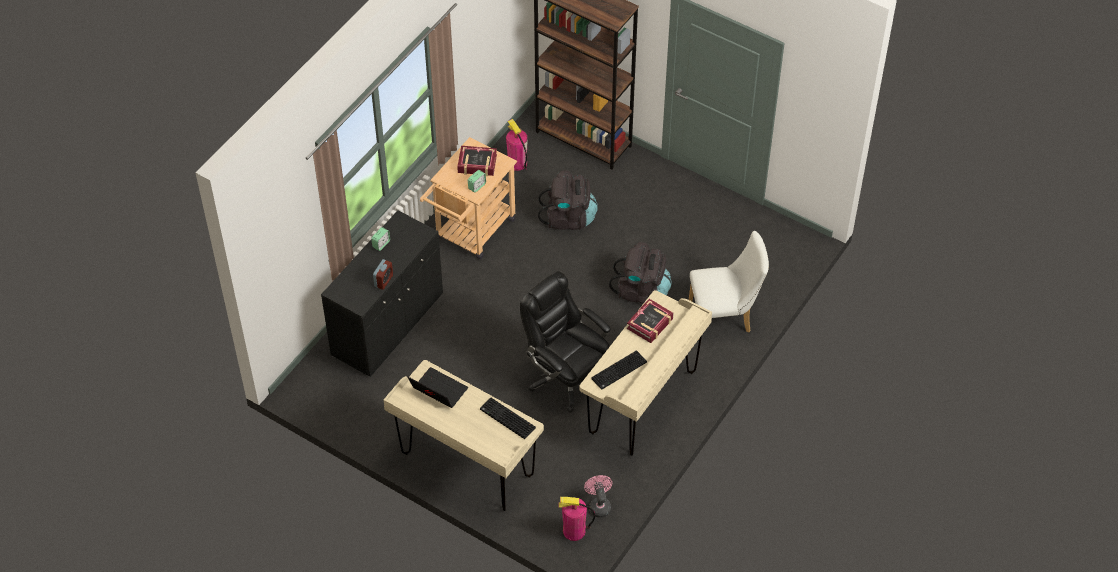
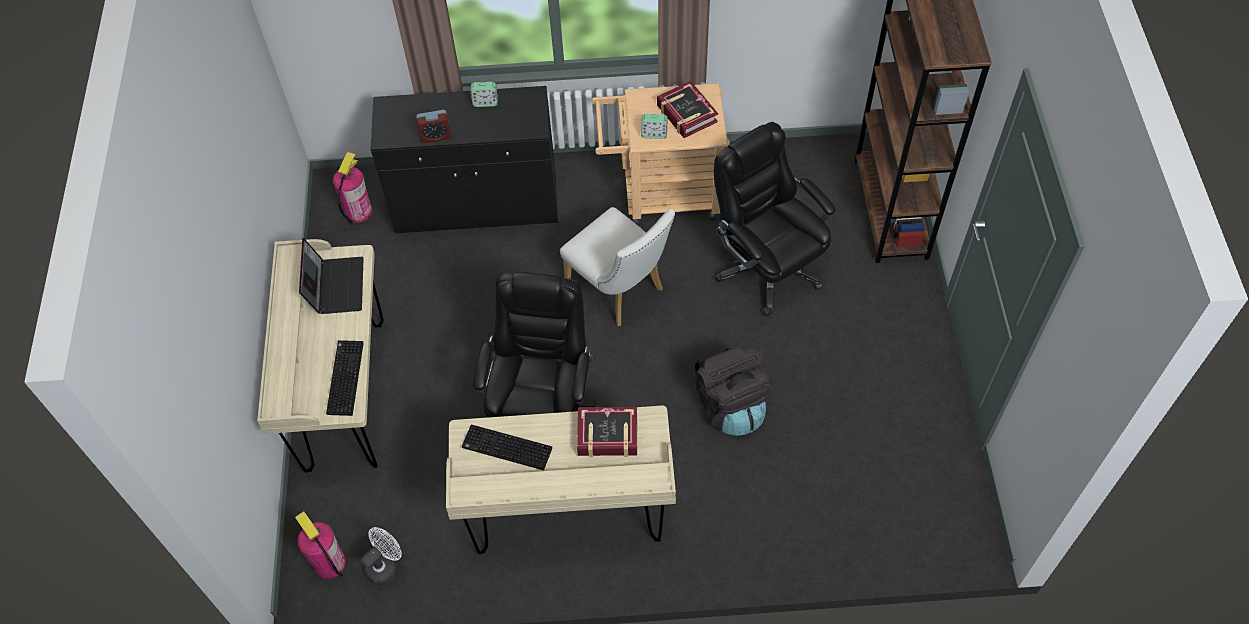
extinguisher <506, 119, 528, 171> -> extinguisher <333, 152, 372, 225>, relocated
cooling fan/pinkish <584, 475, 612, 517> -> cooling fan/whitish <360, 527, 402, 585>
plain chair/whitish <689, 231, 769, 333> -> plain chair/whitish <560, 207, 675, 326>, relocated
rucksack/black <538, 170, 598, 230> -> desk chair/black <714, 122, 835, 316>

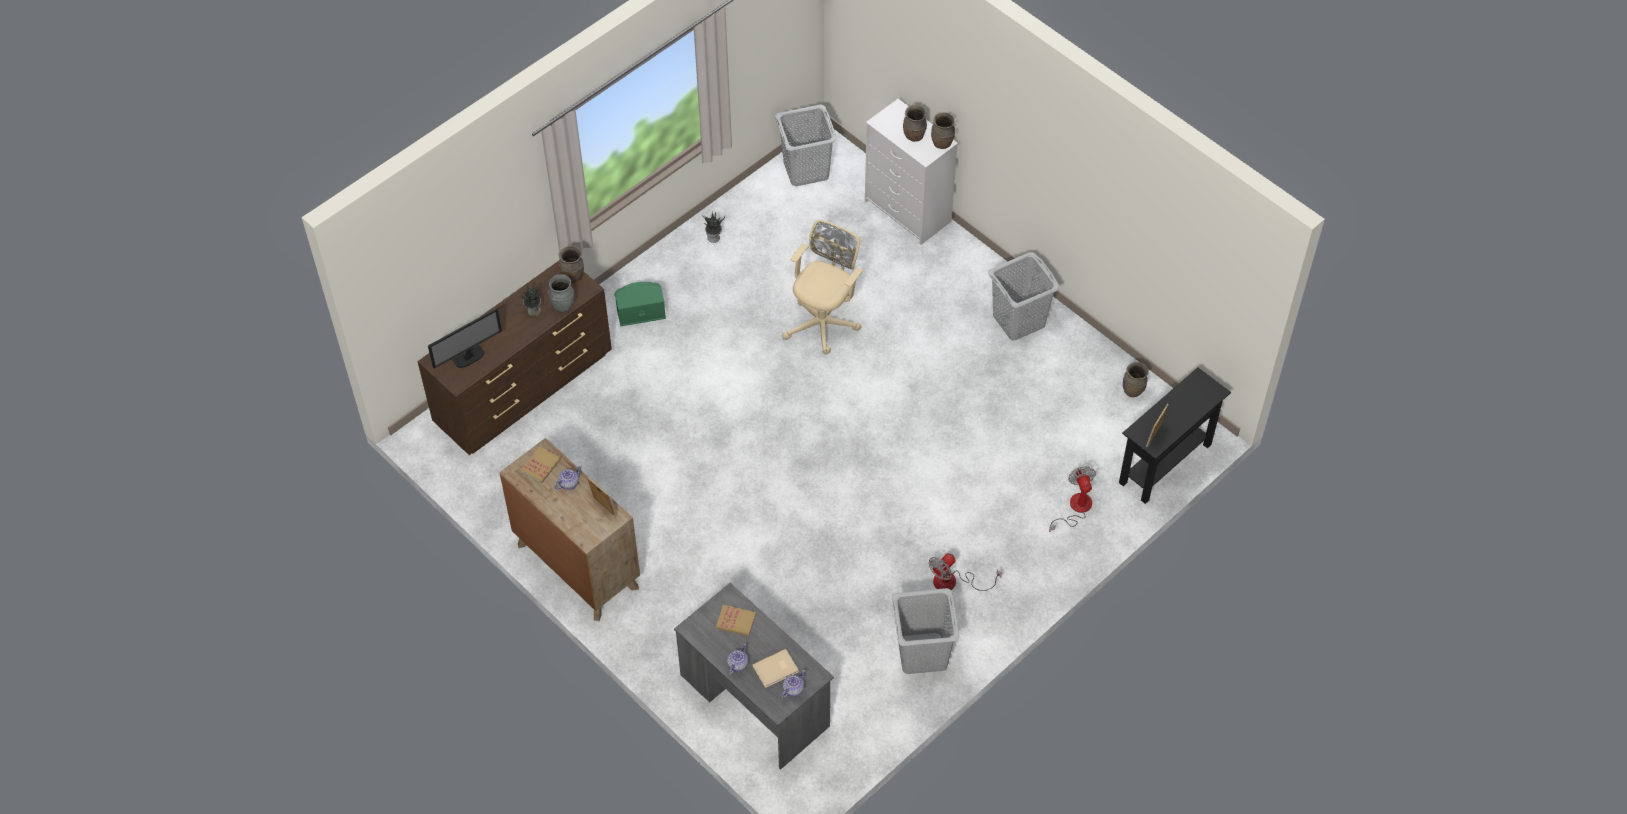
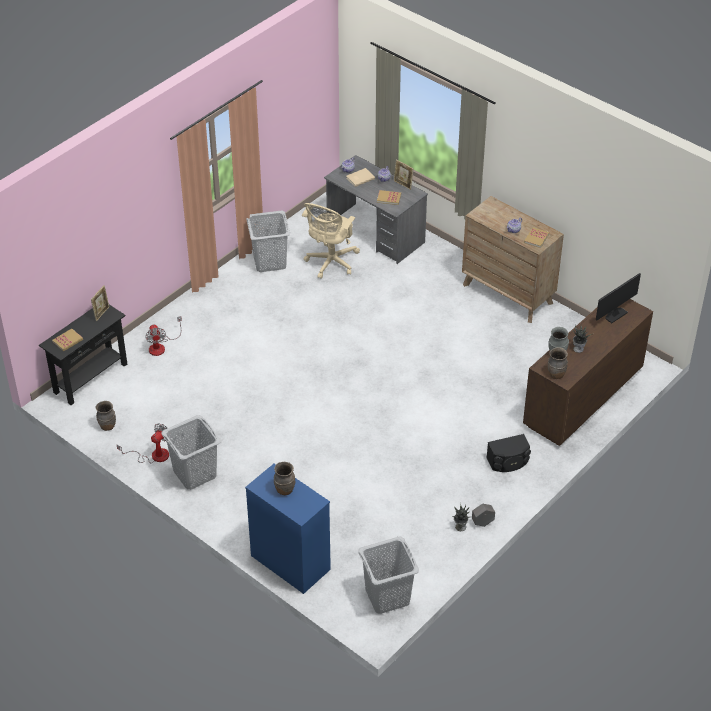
none -> volume <52, 329, 83, 351>
cooling fan <929, 553, 1002, 591> -> cooling fan <116, 423, 169, 463>, relocated
drawer chest/whitish <865, 99, 958, 245> -> drawer chest/blue <245, 464, 331, 594>
desk chair/beige <782, 219, 863, 354> -> desk chair/beige <302, 203, 360, 279>, relocated
photo frame <587, 476, 617, 517> -> photo frame <394, 159, 414, 190>, relocated
none -> flower pot/gray <472, 504, 495, 527>
audio speaker/greenish <614, 282, 666, 327> -> audio speaker/black <486, 434, 531, 472>
decorative vase/brown-coloured <931, 112, 955, 149> -> none

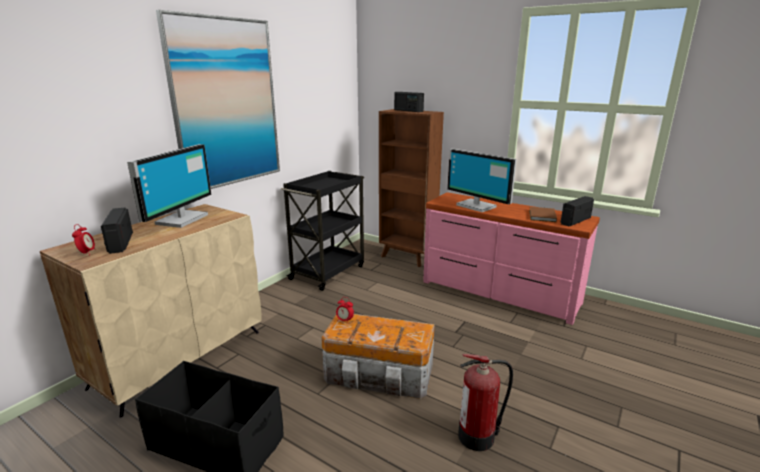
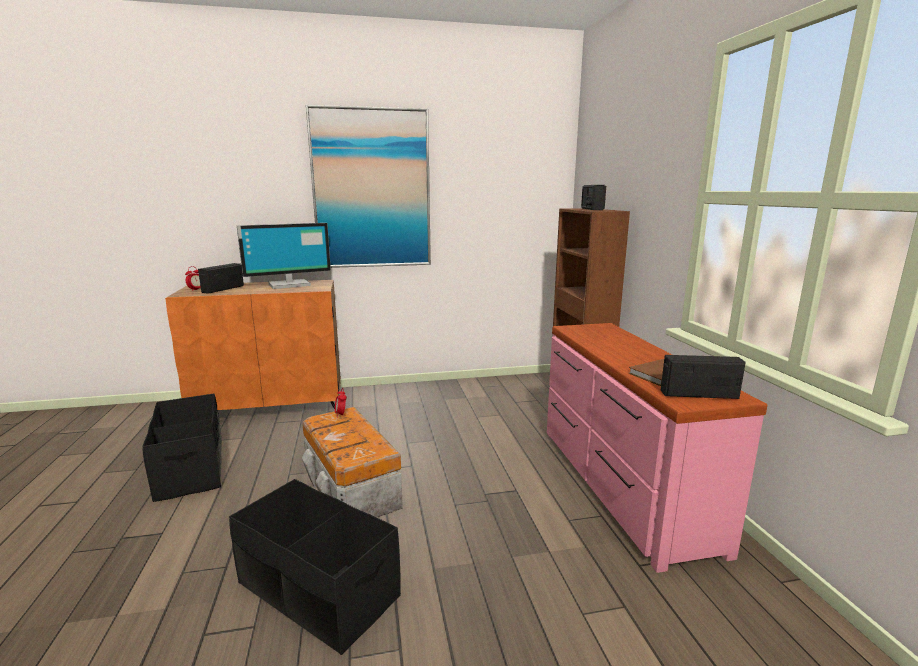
storage cabinet/beige <40, 204, 262, 418> -> storage cabinet/orange-coloured <165, 280, 341, 410>
extinguisher <458, 354, 513, 451> -> storage box/black <229, 479, 401, 655>
cart/black <281, 171, 364, 291> -> none
computer display <447, 149, 517, 212> -> none

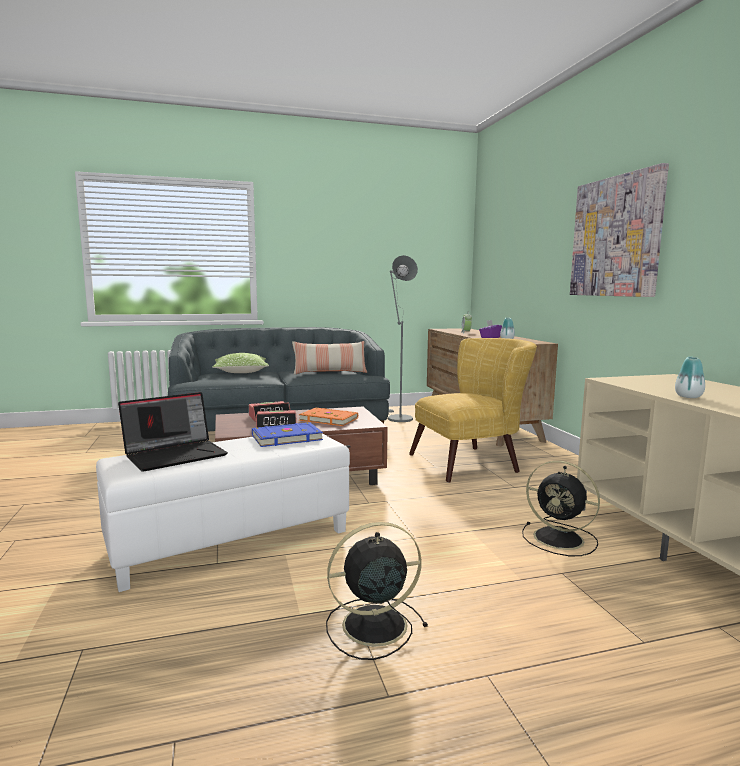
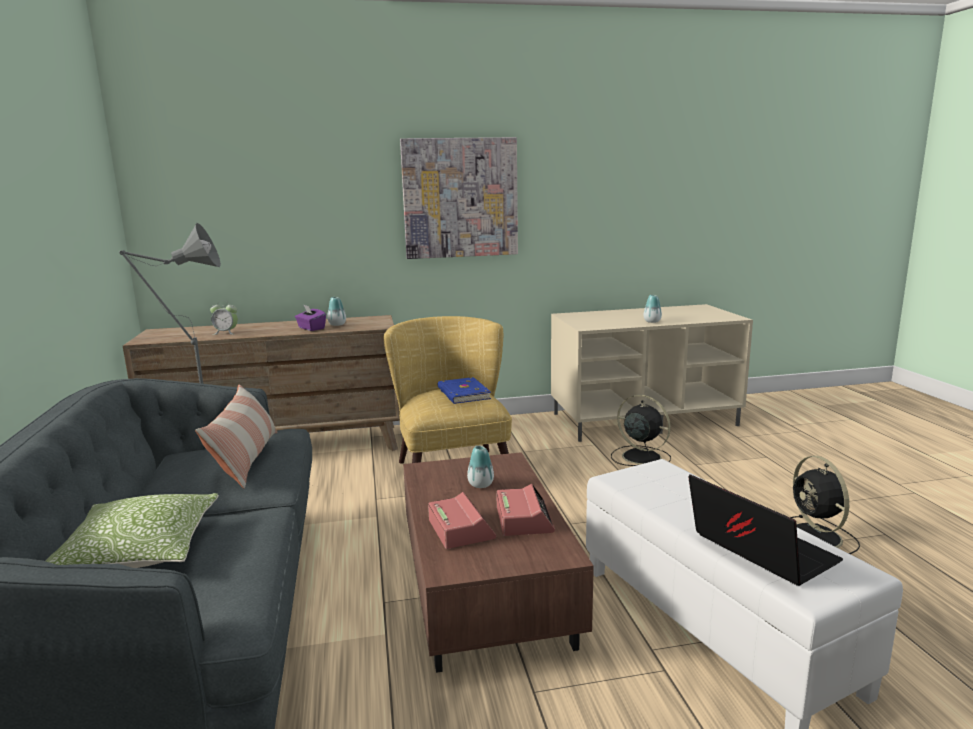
volume/blue <252, 423, 323, 447> -> volume/blue <438, 377, 491, 404>, relocated
volume/orange-coloured <299, 408, 358, 426> -> decorative vase <467, 446, 494, 488>
cooling fan/black <522, 461, 600, 556> -> cooling fan/black <611, 395, 671, 466>, 90 degrees counterclockwise

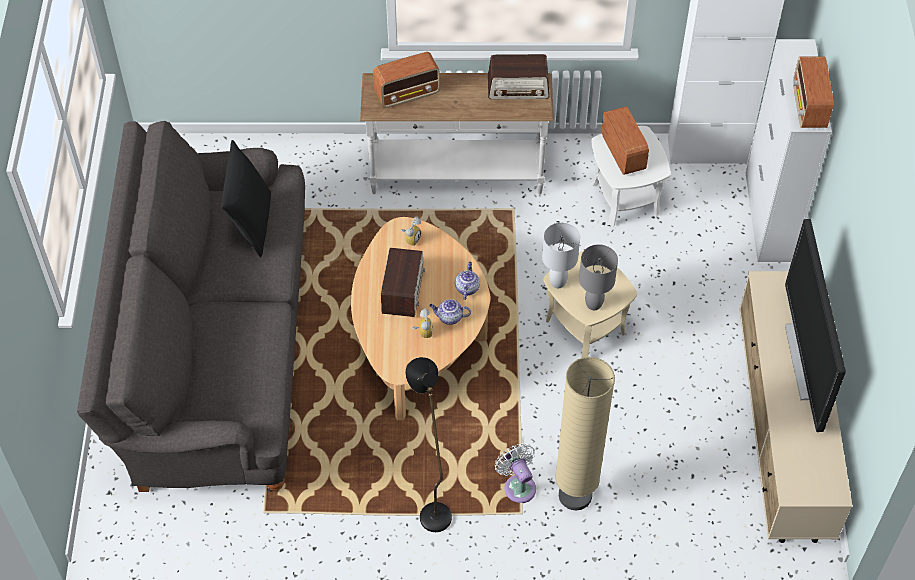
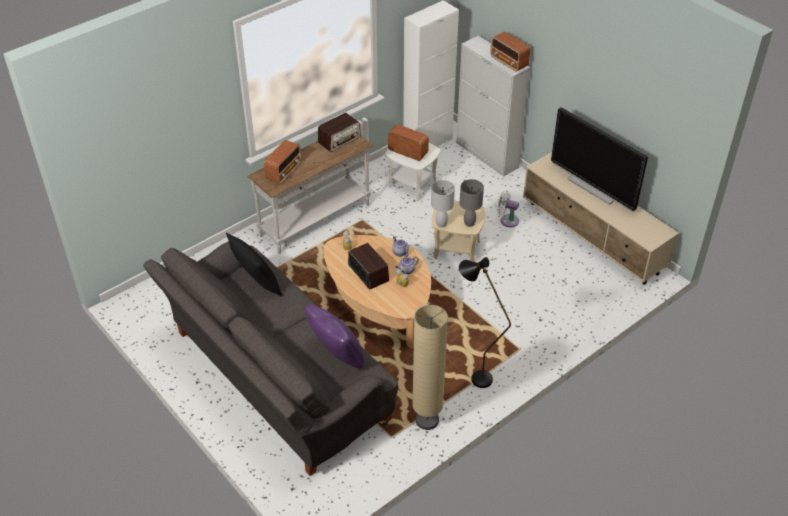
none -> pillow/purplish <305, 304, 365, 368>
floor lamp/beige <555, 357, 615, 510> -> floor lamp/beige <412, 305, 448, 430>, relocated
cooling fan/whitish <495, 443, 536, 503> -> cooling fan/whitish <497, 190, 519, 227>, relocated

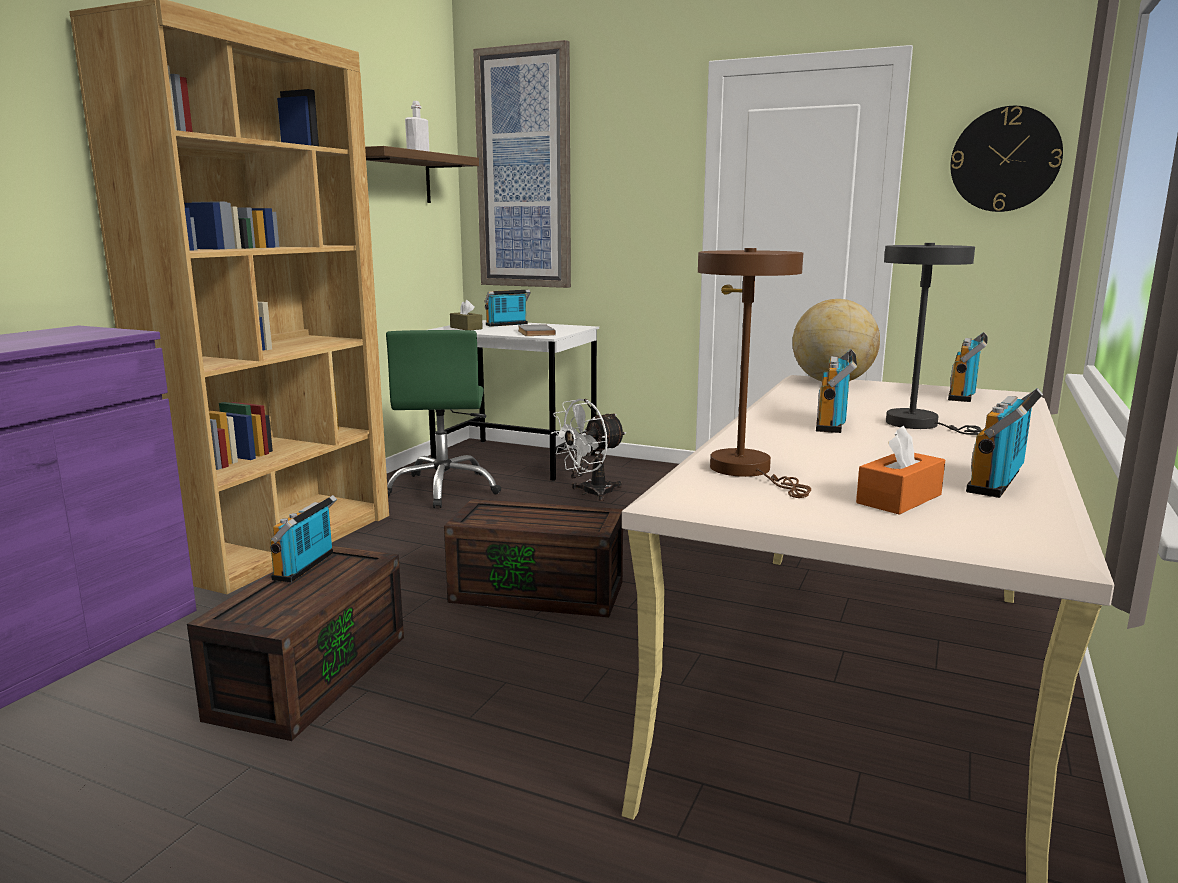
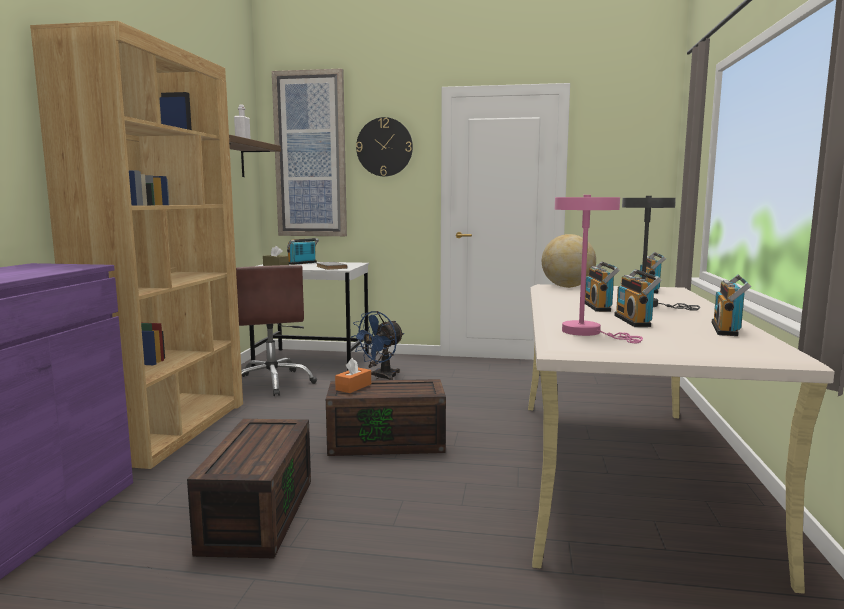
desk chair/greenish <386, 330, 501, 508> -> desk chair/brown-coloured <236, 265, 317, 396>
tissue box/orange-coloured <856, 426, 945, 515> -> tissue box/orange-coloured <335, 358, 371, 393>, relocated
cooling fan/whitish <551, 399, 626, 501> -> cooling fan/blue <351, 311, 404, 380>
clock on the wall <950, 106, 1063, 212> -> clock on the wall <356, 117, 413, 177>, relocated
tabletop lamp/brown-coloured <698, 248, 811, 498> -> tabletop lamp/pinkish <555, 195, 643, 343>
radio receiver <270, 495, 337, 583> -> radio receiver <614, 269, 662, 327>, relocated

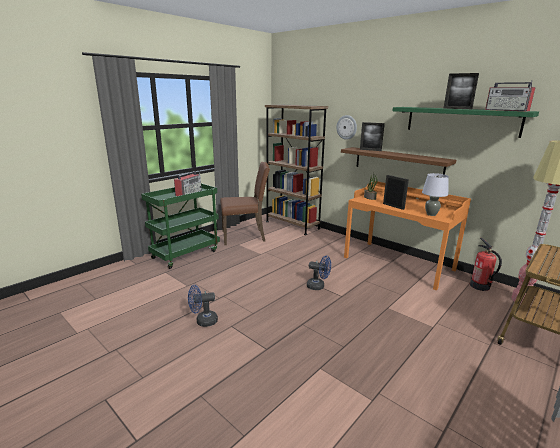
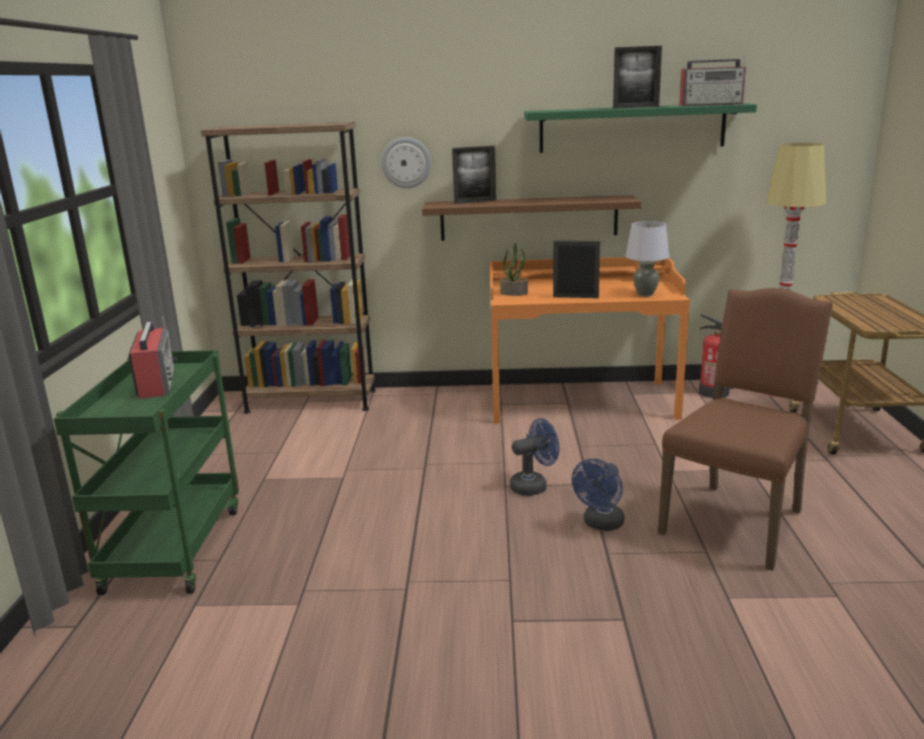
cooling fan/blue <188, 285, 218, 327> -> cooling fan/blue <572, 459, 624, 531>, relocated
plain chair/brown-coloured <220, 162, 270, 245> -> plain chair/brown-coloured <658, 288, 833, 571>, relocated

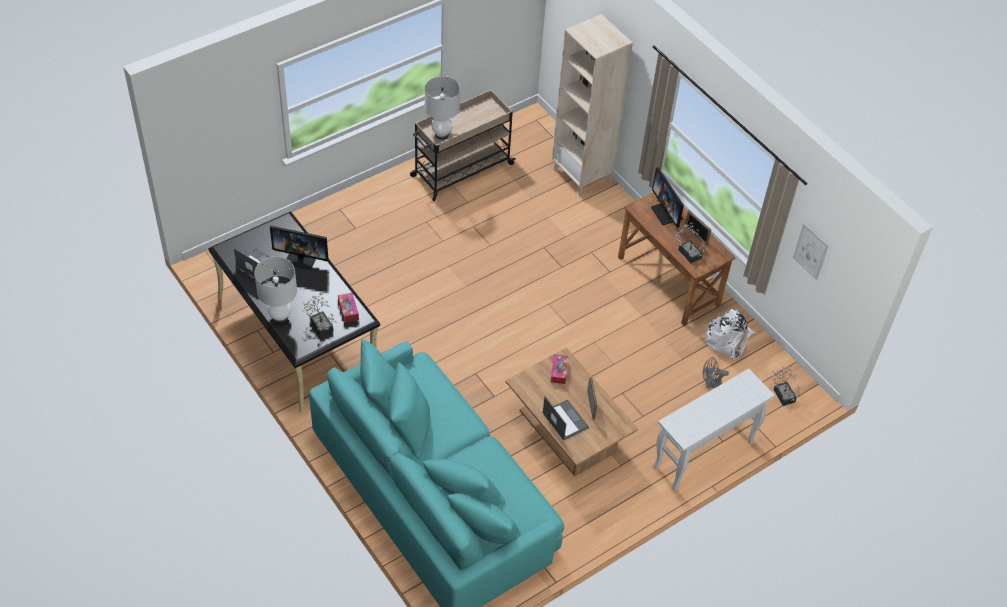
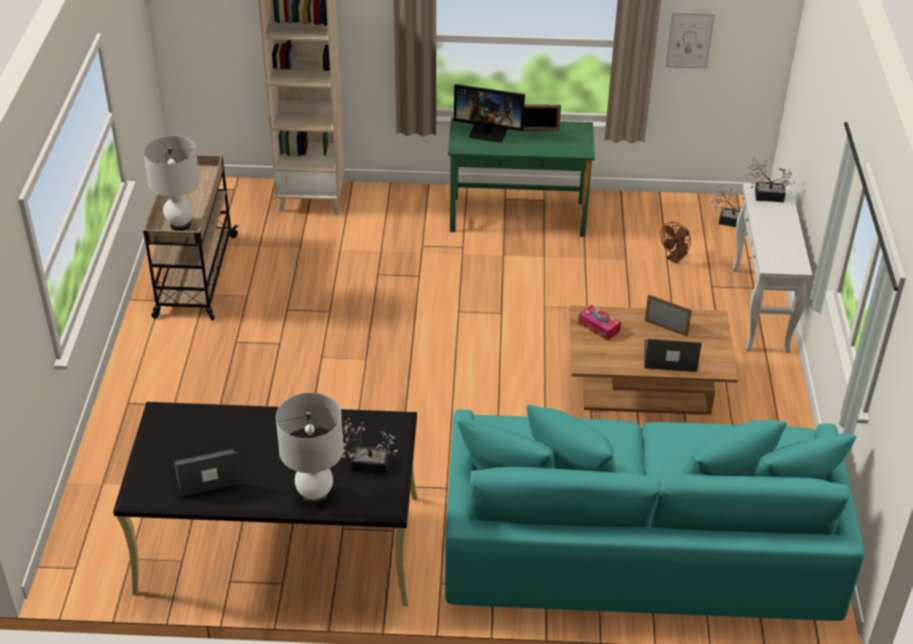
desk/brown-coloured <618, 192, 735, 326> -> desk/greenish <448, 118, 595, 237>
cooling fan/gray <703, 357, 729, 388> -> cooling fan/brown-coloured <660, 222, 691, 263>
plant in a pot <675, 223, 708, 263> -> plant in a pot <745, 157, 795, 202>, relocated
computer display <270, 226, 329, 270> -> none
tissue box <338, 293, 359, 323> -> none
rucksack/whitish <706, 308, 756, 360> -> none

